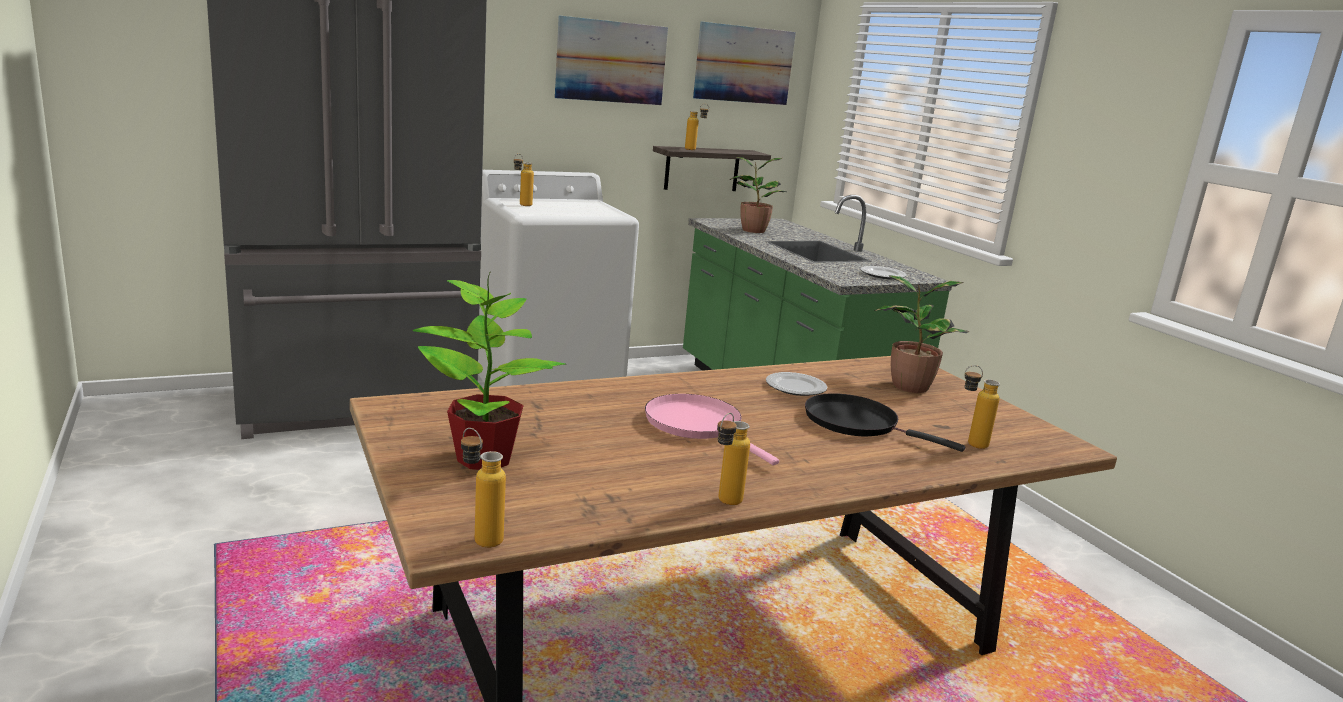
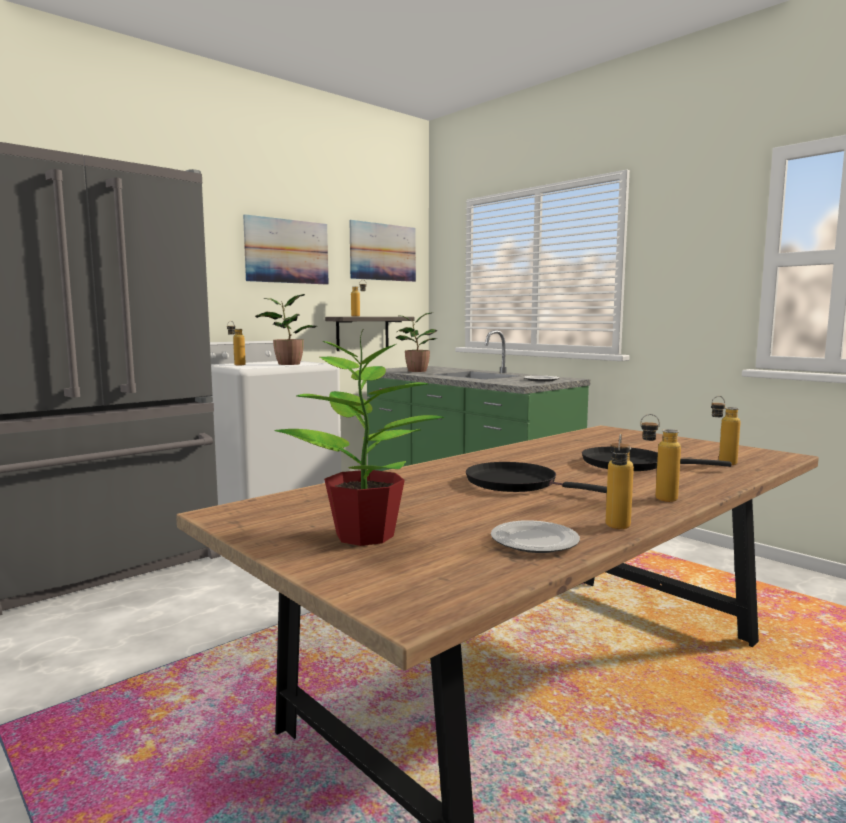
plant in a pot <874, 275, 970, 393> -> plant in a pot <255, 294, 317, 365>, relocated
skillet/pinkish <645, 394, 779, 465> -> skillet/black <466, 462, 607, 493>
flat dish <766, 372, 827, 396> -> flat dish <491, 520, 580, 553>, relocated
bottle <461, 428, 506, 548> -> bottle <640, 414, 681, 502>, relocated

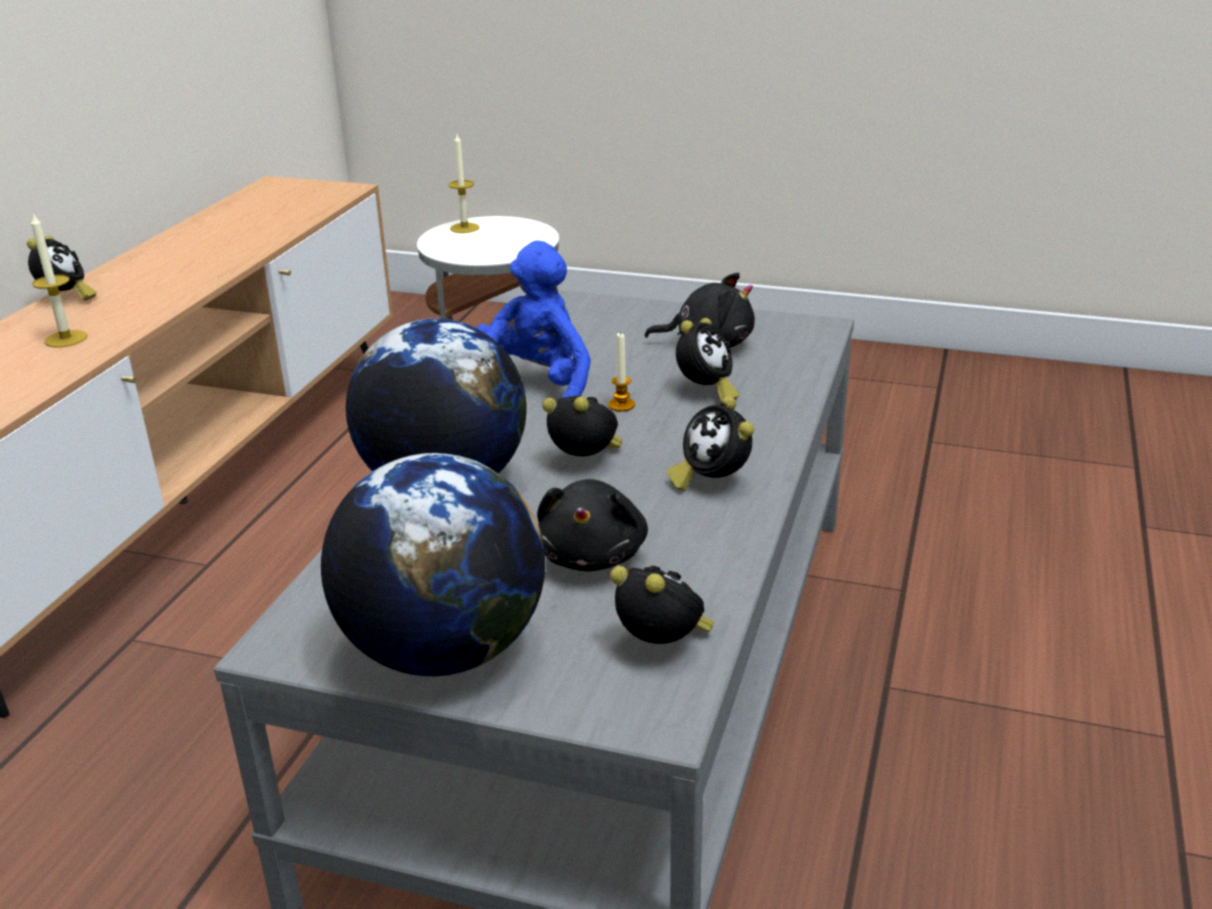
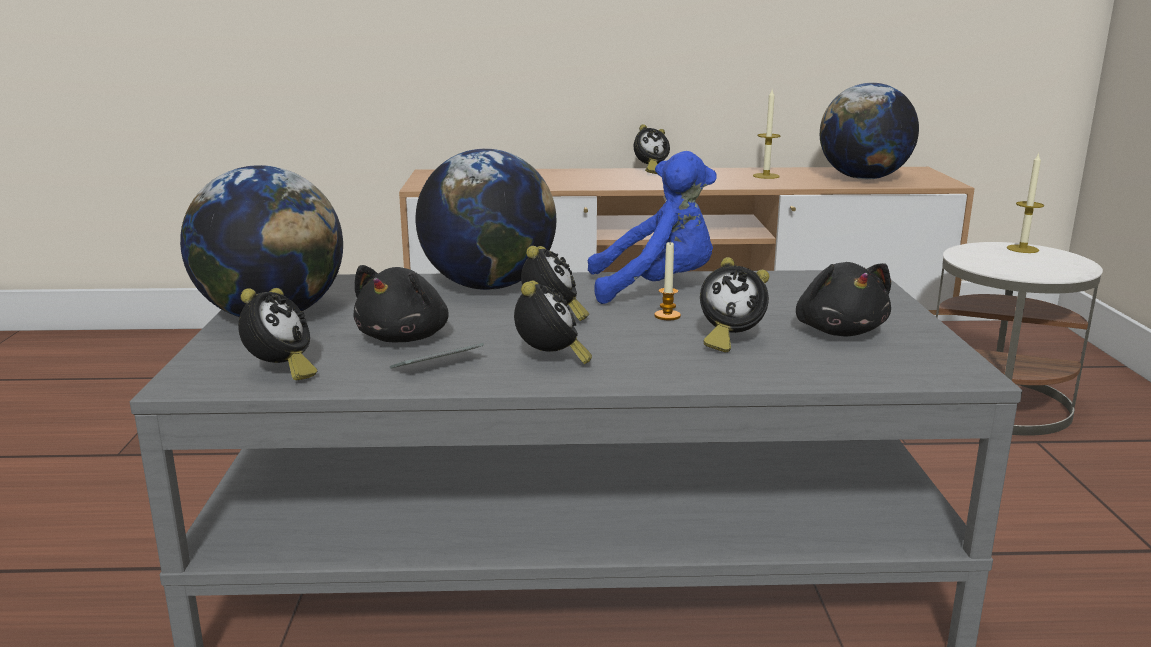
plush toy/black <537, 479, 648, 571> -> plush toy/black <353, 265, 449, 342>, 60 degrees counterclockwise
none -> telephone <390, 343, 484, 369>
bedside clock <667, 396, 754, 491> -> bedside clock <514, 281, 592, 364>, 135 degrees clockwise
wax light <31, 213, 87, 348> -> wax light <753, 90, 780, 179>, relocated
none -> globe <820, 83, 919, 180>

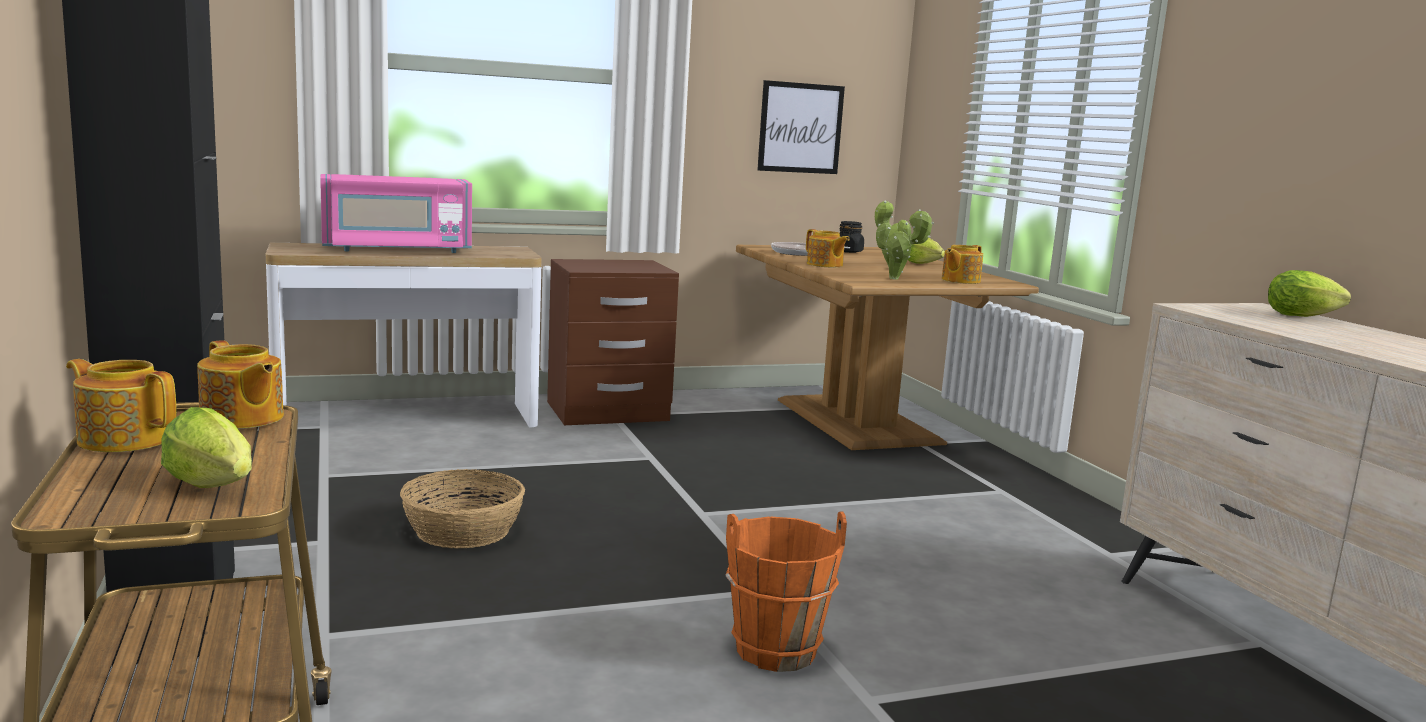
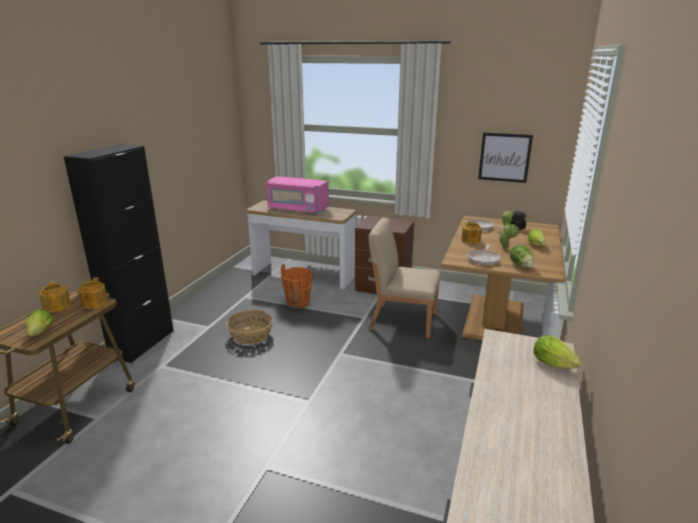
pail/orange-coloured <725, 511, 847, 672> -> pail/orange-coloured <281, 264, 313, 309>, relocated
none -> plain chair/beige <368, 218, 441, 338>
plant in a pot <876, 209, 934, 280> -> skillet <468, 244, 500, 265>
pot for tea <942, 245, 983, 284> -> lettuce head <510, 245, 534, 268>

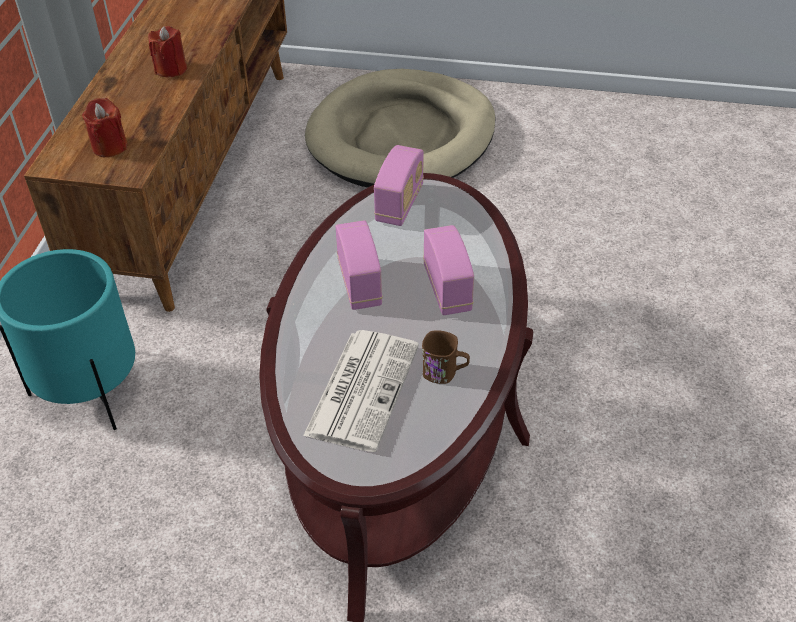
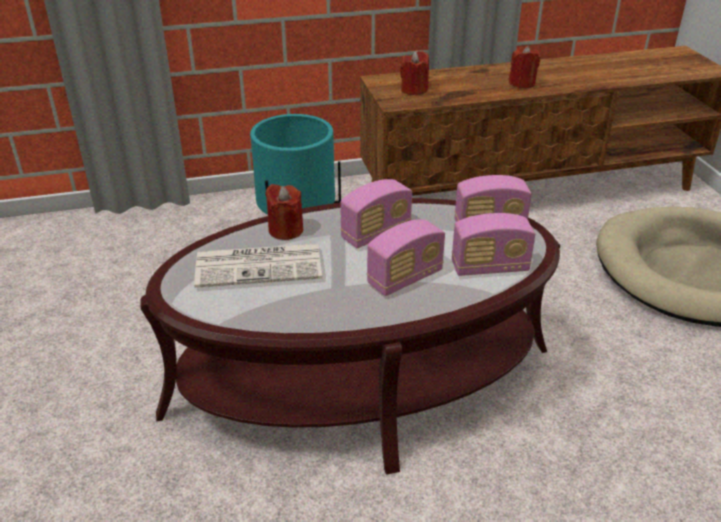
none -> wax light/red <265, 184, 303, 240>
none -> radio receiver <452, 213, 535, 276>
mug/brown-coloured <422, 330, 470, 384> -> none

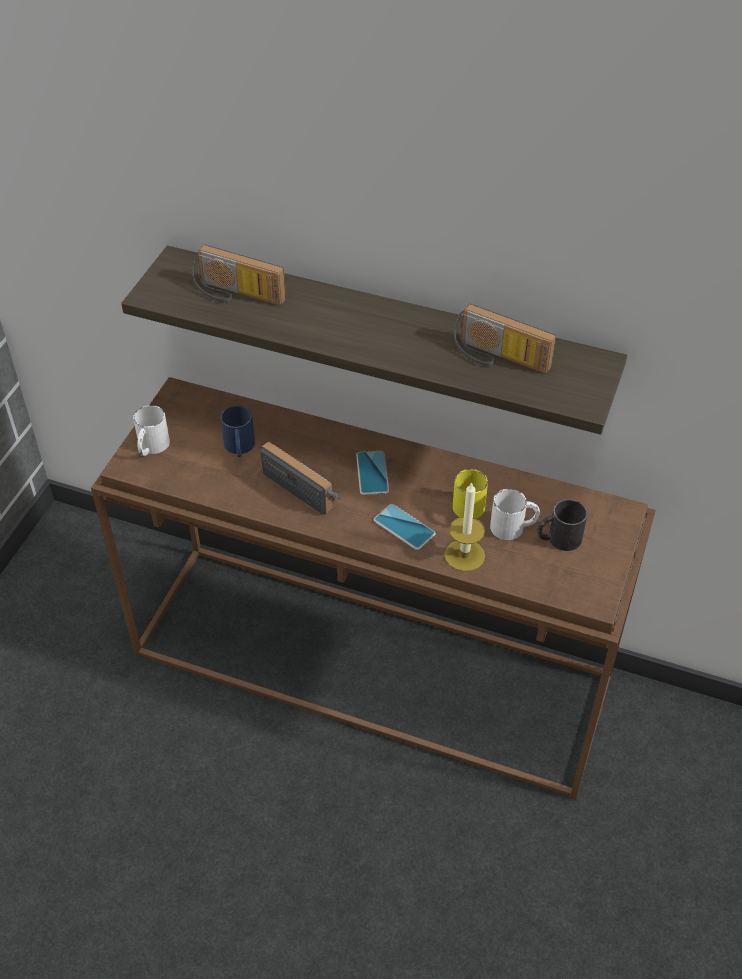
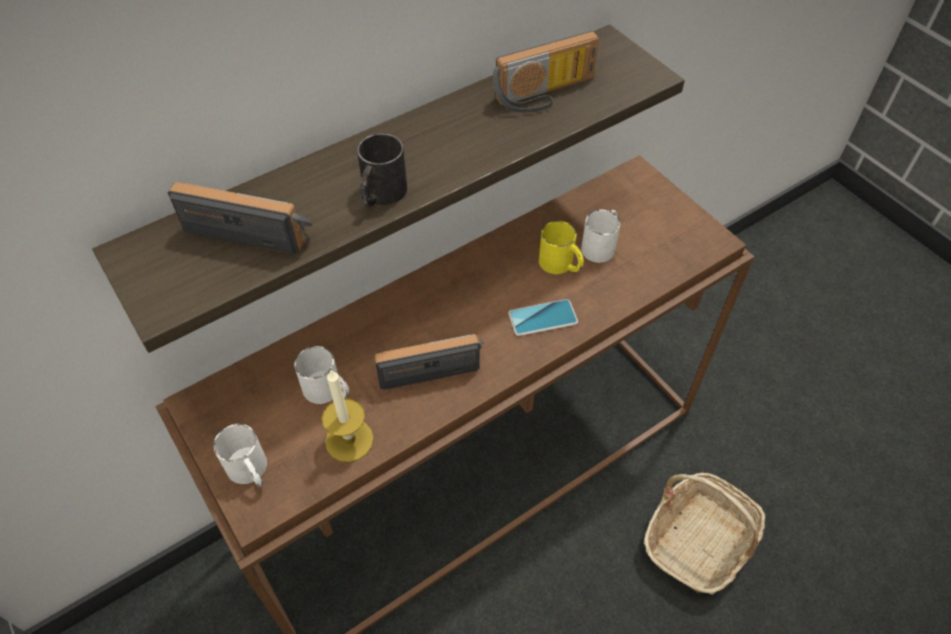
radio receiver <192, 244, 286, 305> -> radio receiver <168, 182, 312, 254>, 135 degrees counterclockwise
mug/blue <221, 405, 255, 457> -> mug/whitish <294, 346, 349, 404>
wax light <444, 482, 485, 572> -> wax light <322, 369, 374, 462>, relocated
mug/black <537, 499, 587, 551> -> mug/black <357, 133, 407, 207>, relocated
none -> basket <644, 473, 765, 595>
telephone <356, 451, 389, 495> -> none

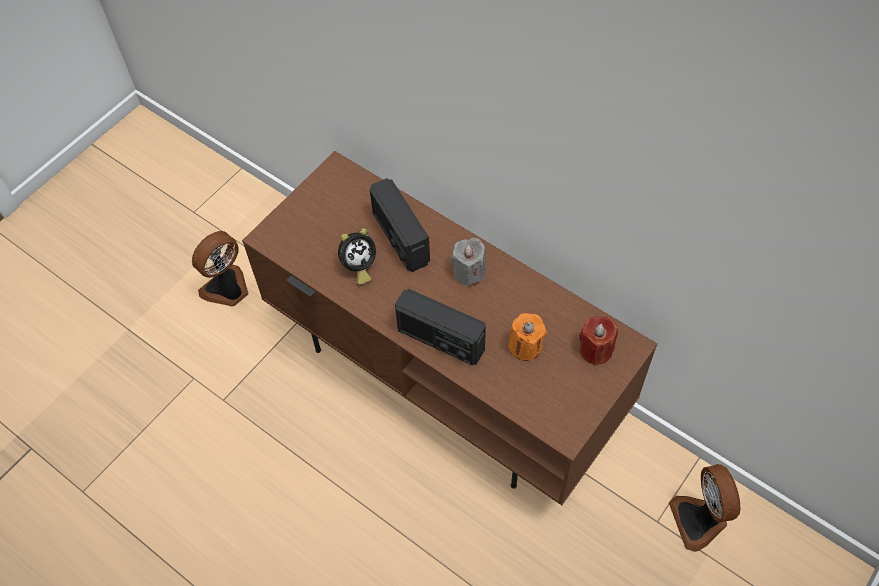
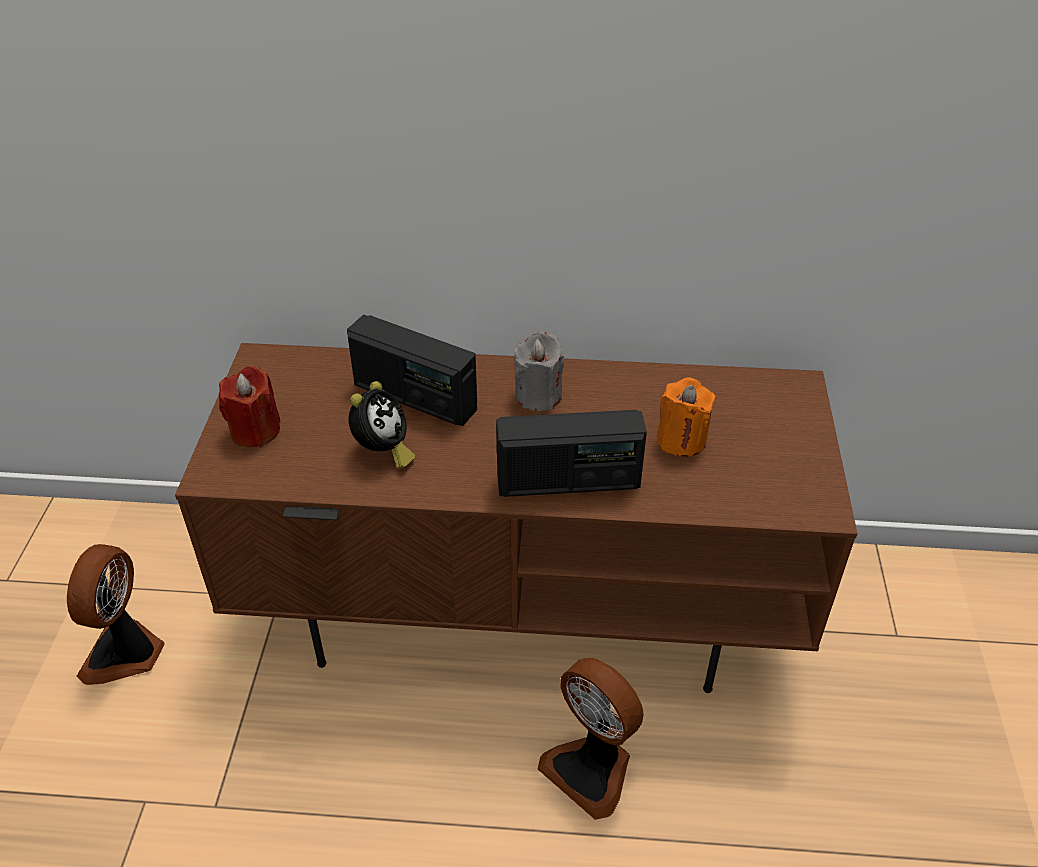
wax light/red <579, 316, 618, 366> -> wax light/red <219, 366, 281, 447>, relocated
cooling fan <669, 464, 741, 552> -> cooling fan <538, 658, 644, 820>, relocated

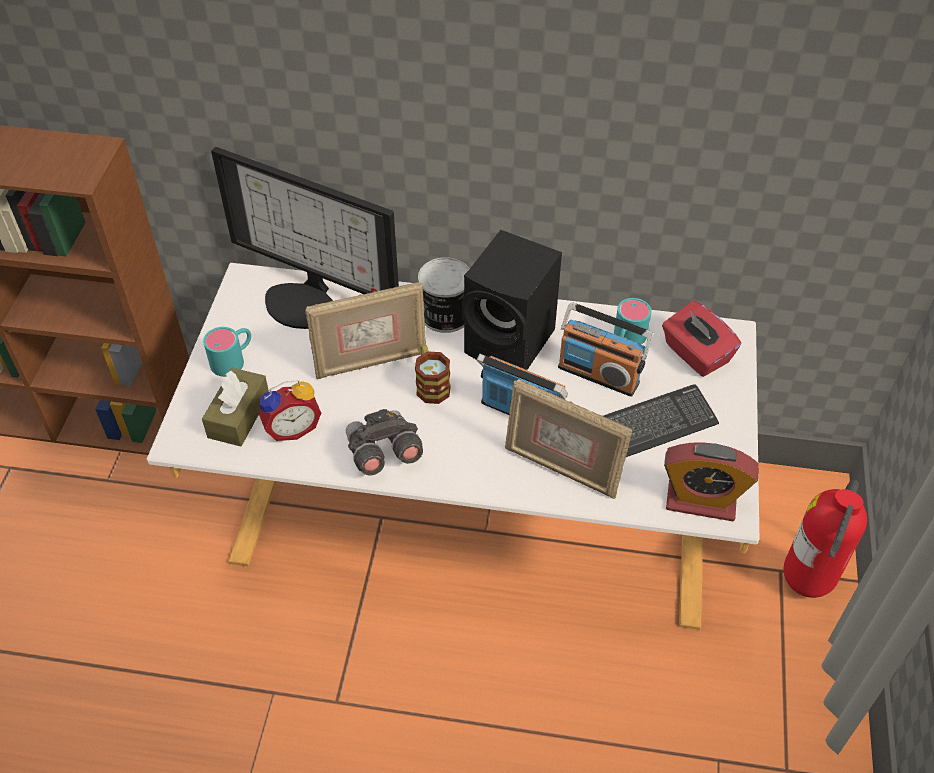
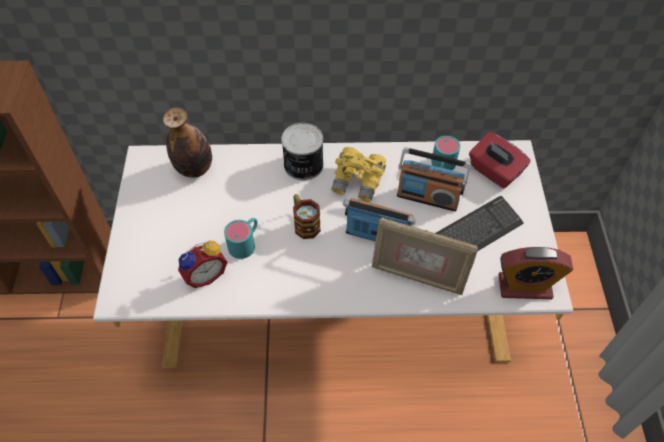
computer display <211, 147, 399, 329> -> bottle <163, 108, 212, 178>
mug/turquoise-coloured <203, 327, 251, 377> -> mug/turquoise-coloured <224, 218, 257, 259>, relocated
audio speaker/black <461, 230, 562, 370> -> field glasses/yellowish <331, 147, 386, 202>
tissue box/brown-coloured <202, 368, 269, 446> -> none
photo frame <305, 282, 426, 379> -> none
field glasses/gray <346, 409, 423, 476> -> none
extinguisher <784, 479, 867, 598> -> none

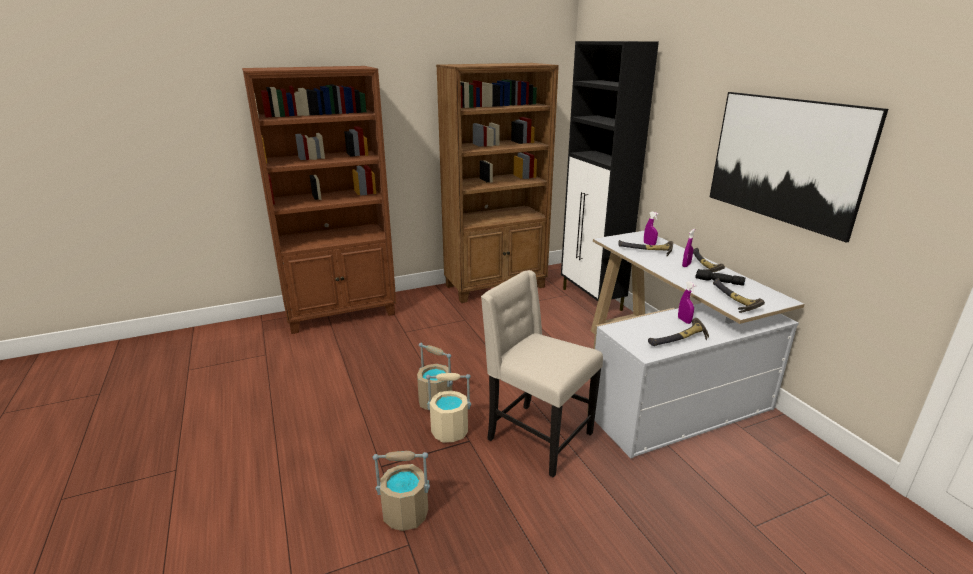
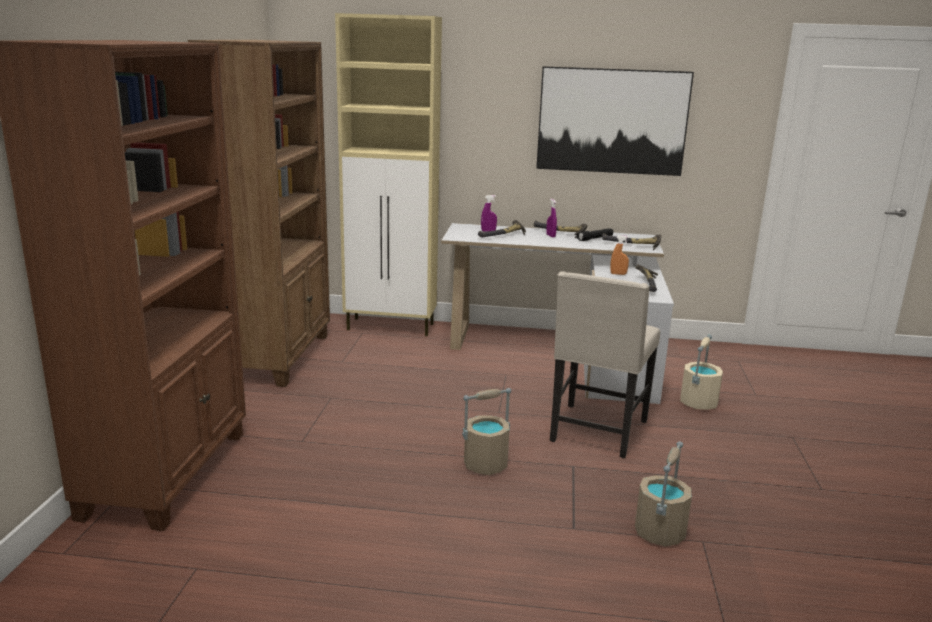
storage cabinet/black <561, 41, 659, 311> -> storage cabinet/beige <335, 13, 442, 336>
plain chair/beige <481, 270, 603, 477> -> plain chair/beige <550, 271, 660, 458>, 45 degrees counterclockwise
spray bottle/purplish <678, 281, 696, 324> -> spray bottle/orange-coloured <610, 235, 629, 275>
pail/beige <426, 373, 471, 443> -> pail/beige <680, 335, 723, 410>, relocated

